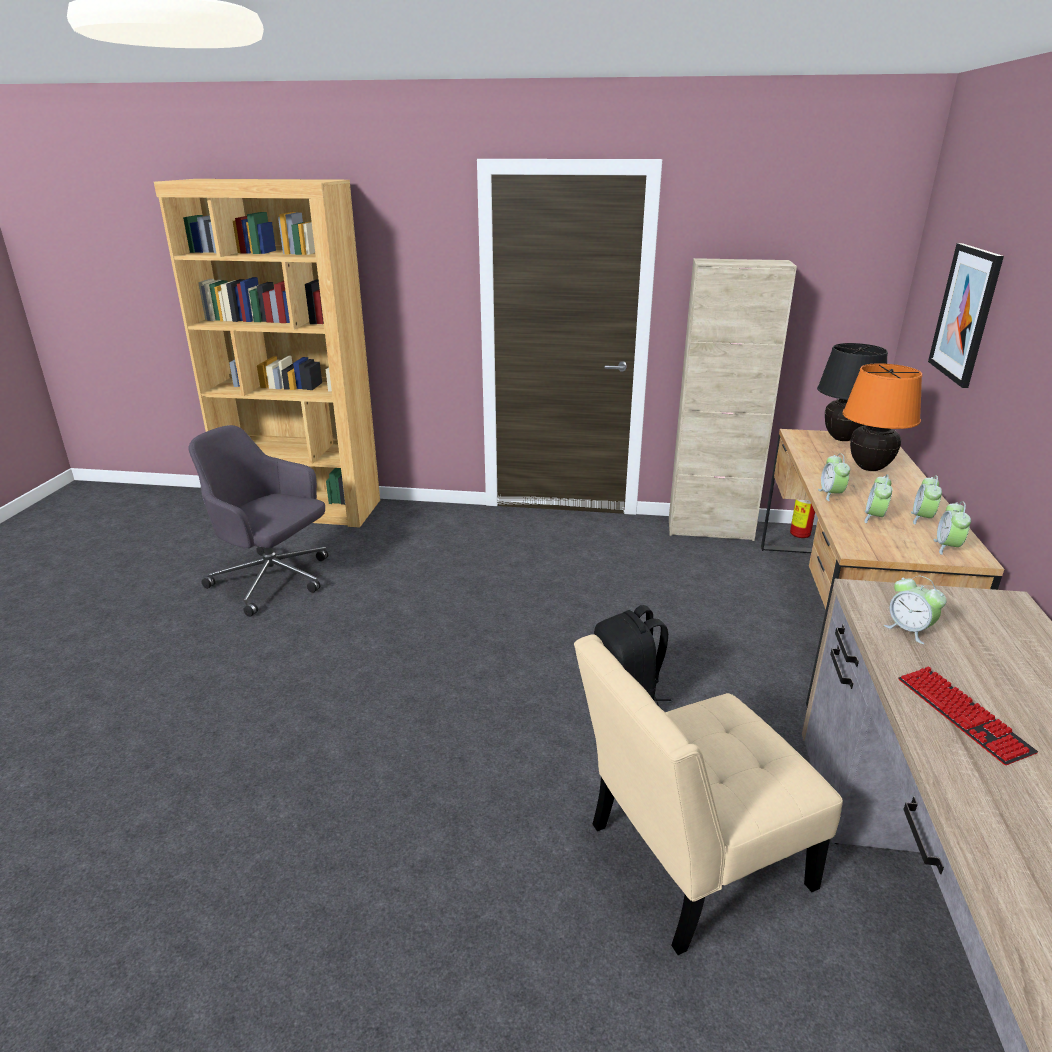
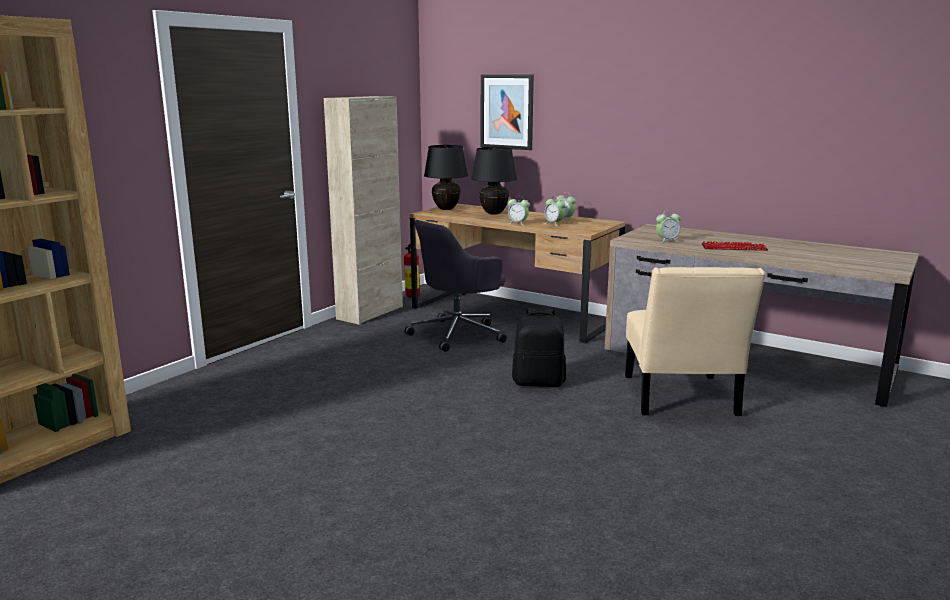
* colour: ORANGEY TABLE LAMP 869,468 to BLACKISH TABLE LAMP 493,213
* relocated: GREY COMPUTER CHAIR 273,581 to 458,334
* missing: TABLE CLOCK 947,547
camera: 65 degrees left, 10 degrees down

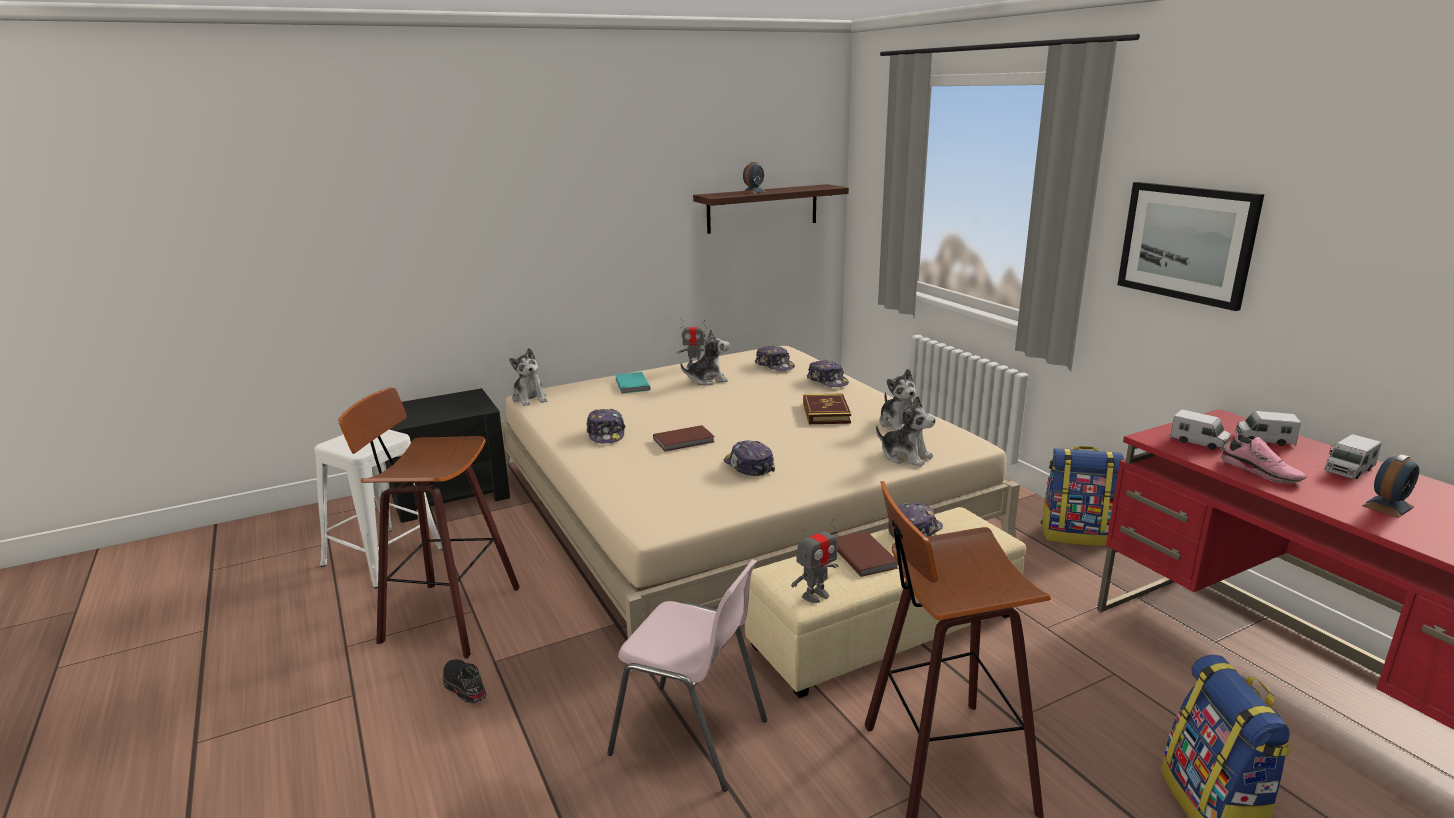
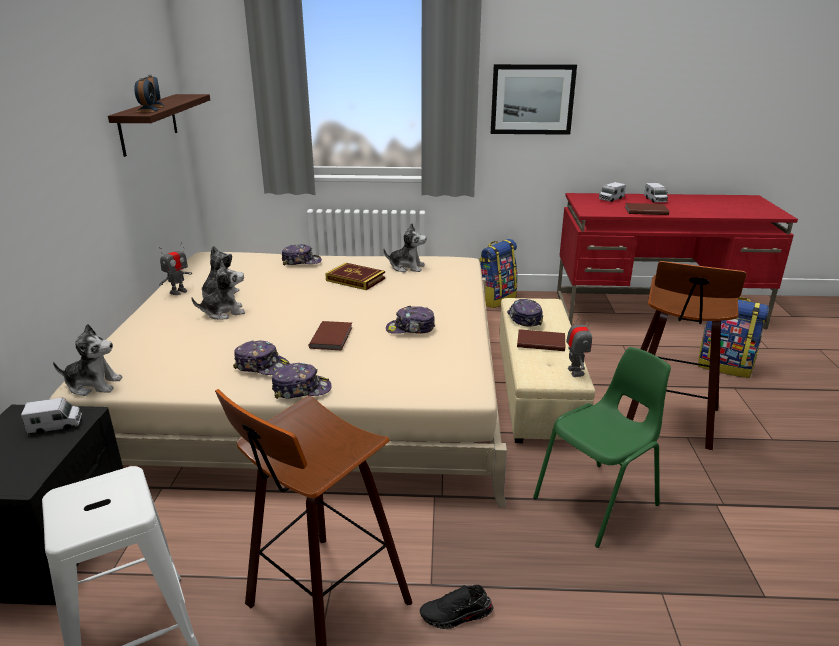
* relocated: BASEBALL CAP 775,365 to 301,389
* missing: TURQUOISE-COLOURED VOLUME 631,385
* relocated: SOFT TOY 905,456 to 223,312
* relocated: TOY LORRY 1199,442 to 55,425
* exchanged: PINK-COLOURED SHOE 1261,472 to BROWNISH VOLUME 645,211
* relocated: TABLE CLOCK 1388,506 to 148,111
* colour: PINK-COLOURED UPRIGHT CHAIR 691,737 to GREENISH UPRIGHT CHAIR 598,502
camera: 60 degrees left, 5 degrees up

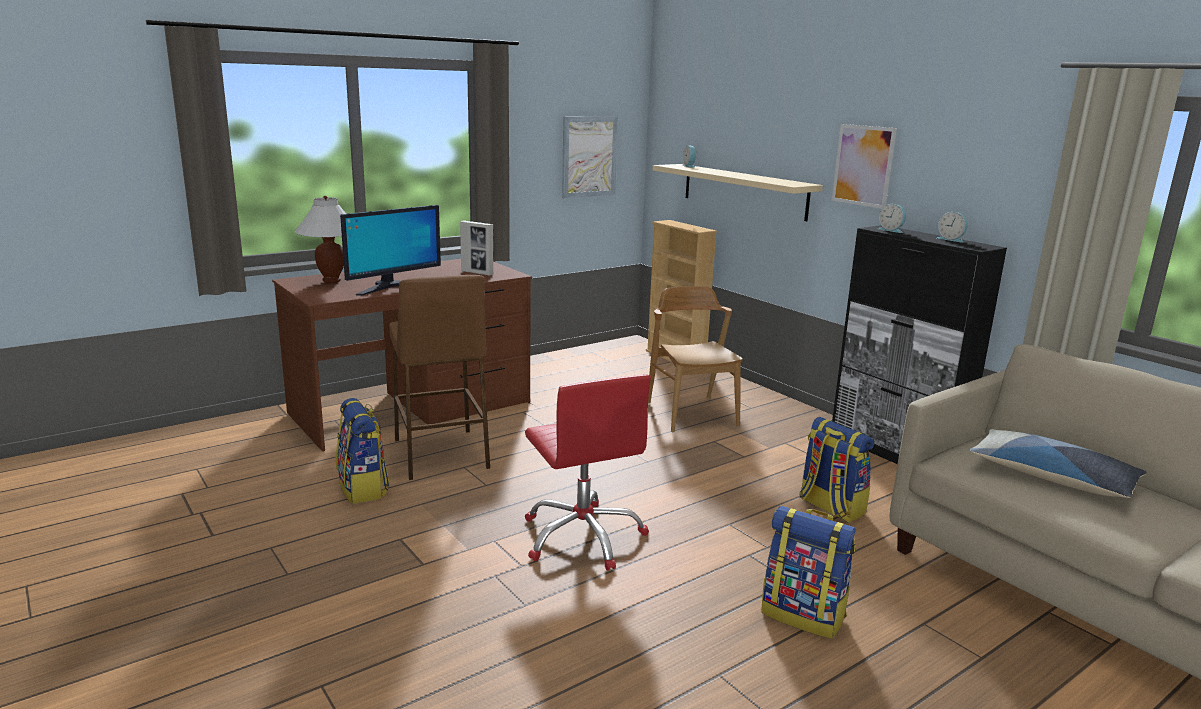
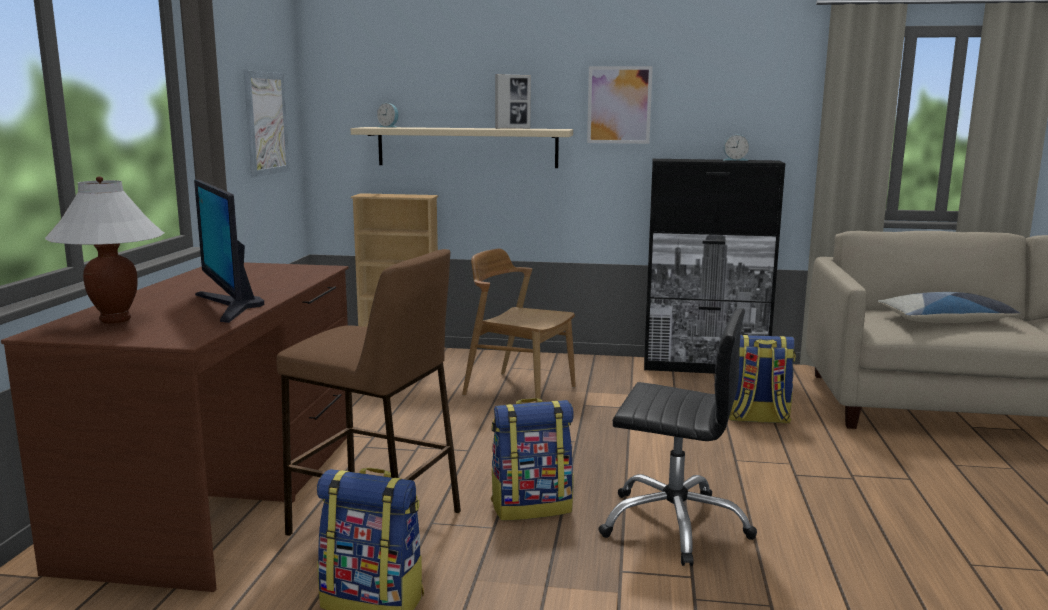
* missing: TABLE CLOCK 891,230
* spun: MONITOR 392,286 = 229,306 150 degrees clockwise
* relocated: PHOTO FRAME 477,273 to 513,128
* colour: REDDISH COMPUTER CHAIR 583,536 to BLACKISH COMPUTER CHAIR 674,524
* relocated: KNAPSACK 803,615 to 532,506
camera: 45 degrees left, 5 degrees down

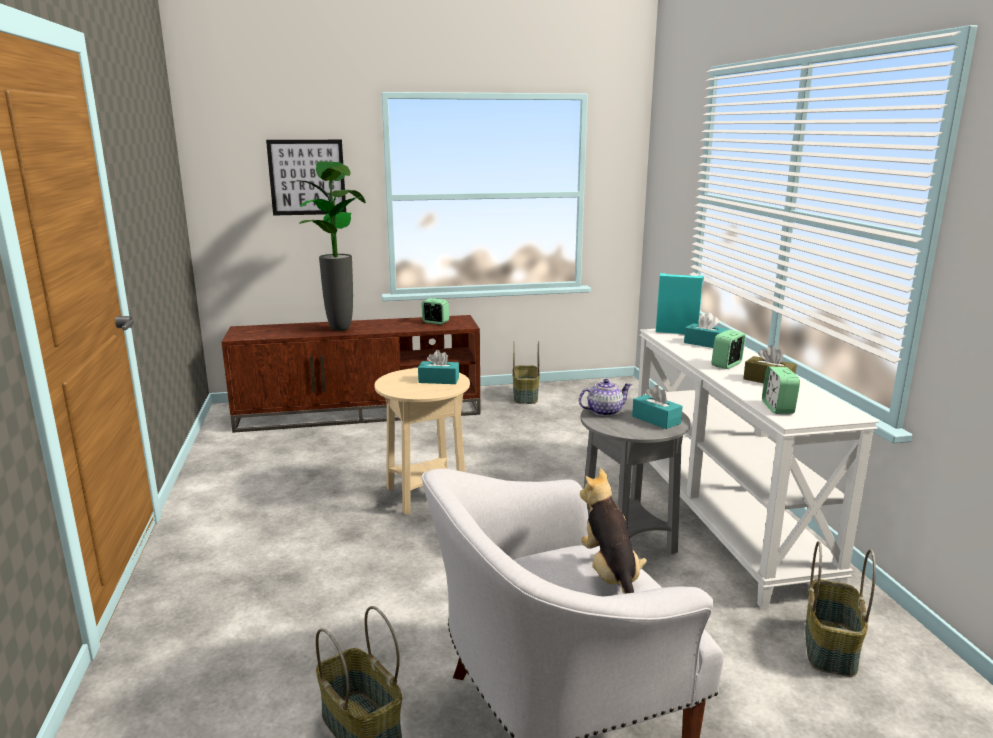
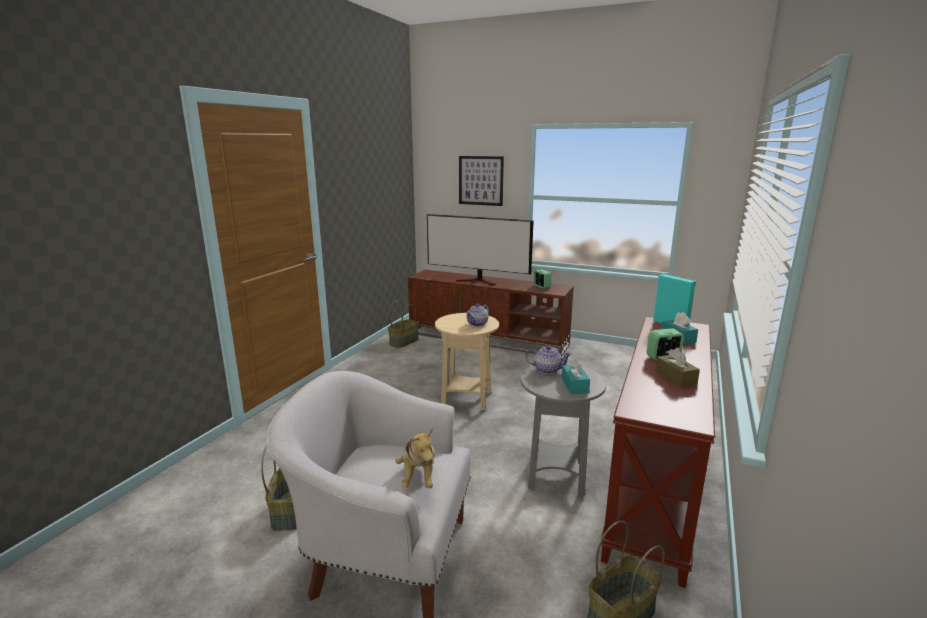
* exchanged: POTTED PLANT 341,329 to TV SET 479,281
* colour: WHITISH CONSOLE TABLE 723,518 to BROWNISH CONSOLE TABLE 655,486
* relocated: STORAGE BASKET 525,396 to 404,342
* exchanged: TURQUOISE-COLOURED TISSUE BOX 438,380 to TEA POT 477,324
* missing: TABLE CLOCK 778,408
* spun: SOFT TOY 611,576 = 418,476 150 degrees clockwise
camera: 35 degrees right, 0 degrees up

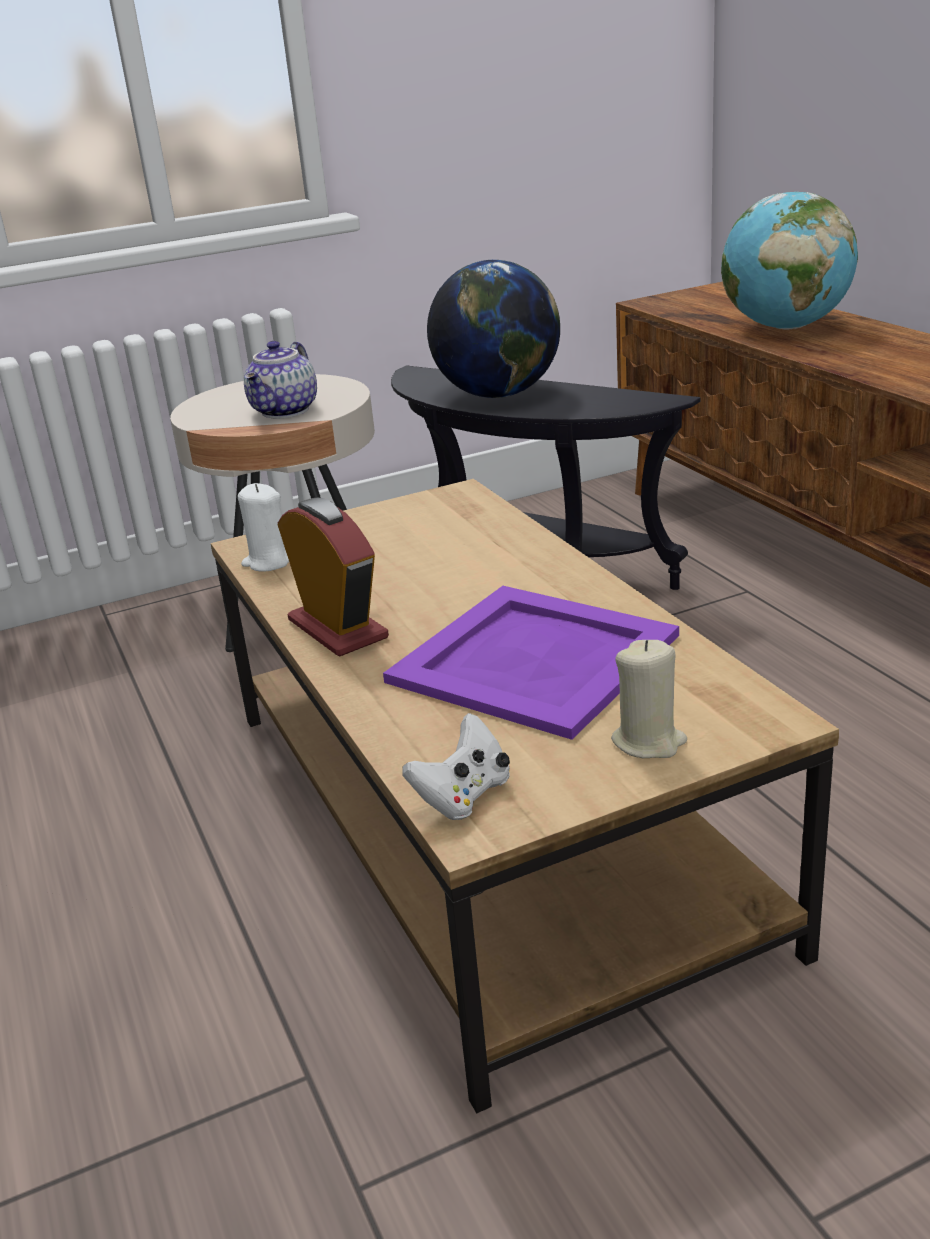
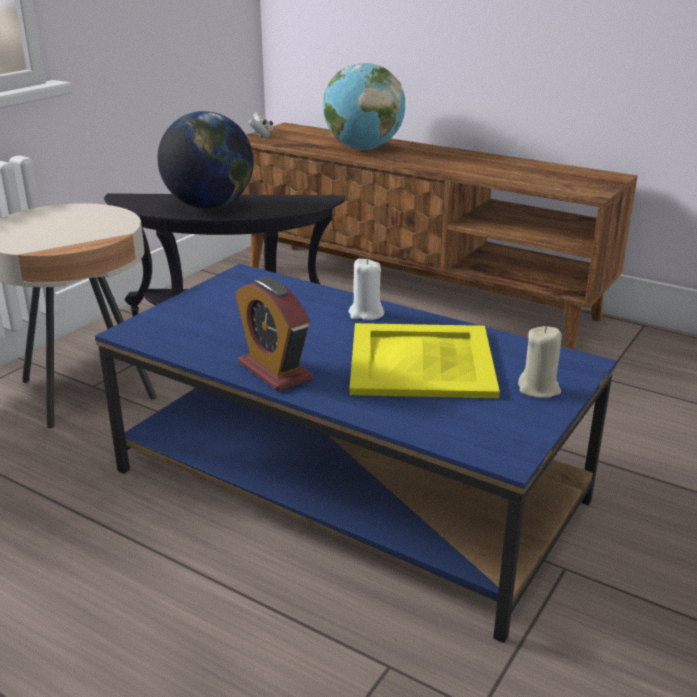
* missing: TEA POT 286,411
* colour: BROWNISH LOUNGE TABLE 481,821 to BLUE-COLOURED LOUNGE TABLE 347,486
* relocated: WHITISH WAX LIGHT 268,562 to 366,314
* spun: TABLE CLOCK 337,629 = 274,371 150 degrees counterclockwise
* colour: PURPLE-COLOURED CARRYING TRAY 531,659 to YELLOW CARRYING TRAY 420,361
* relocated: WHITISH GAMEPAD 463,796 to 261,135
camera: 35 degrees left, 0 degrees up

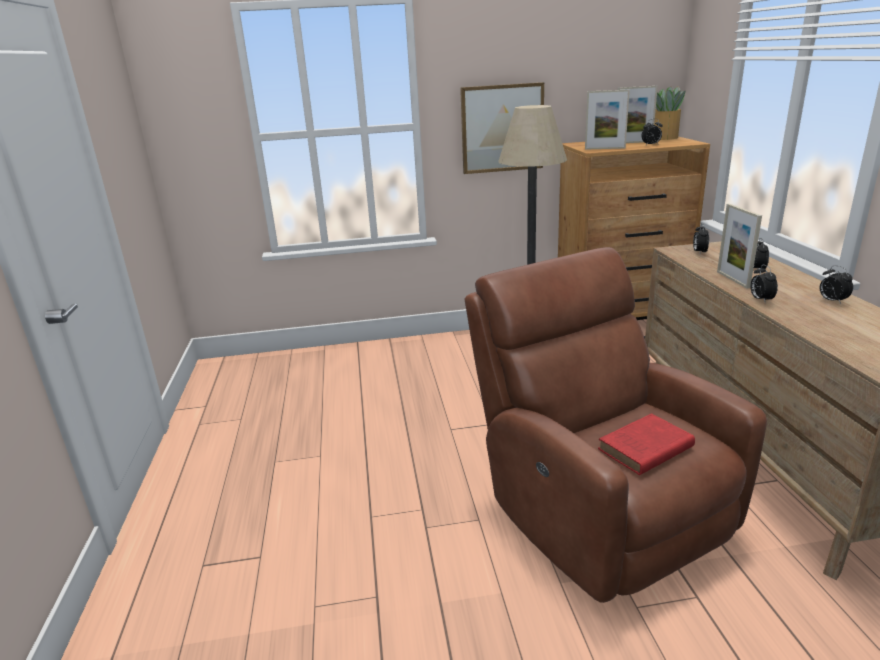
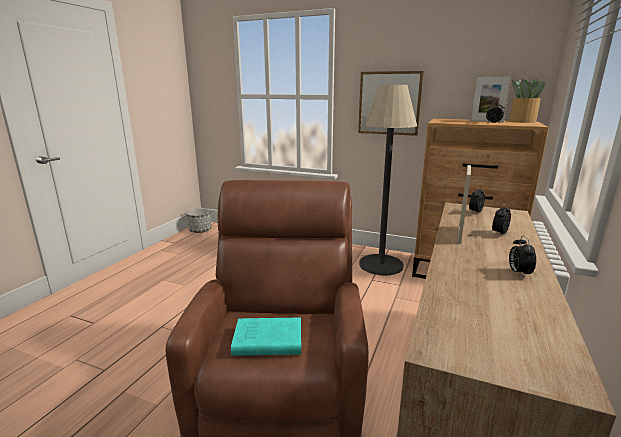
* missing: PHOTO FRAME 605,148
* missing: TABLE CLOCK 760,300
* colour: REDDISH VOLUME 643,449 to TURQUOISE-COLOURED VOLUME 266,340
* appeared: PLANTER 200,230
camera: 30 degrees right, 5 degrees down

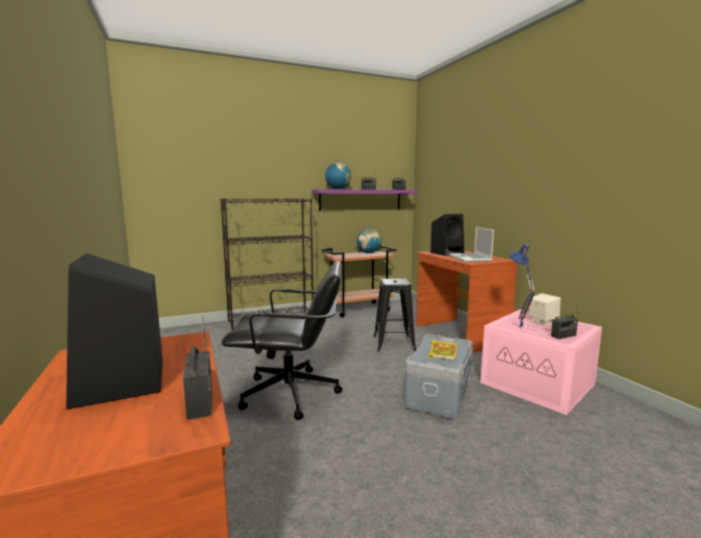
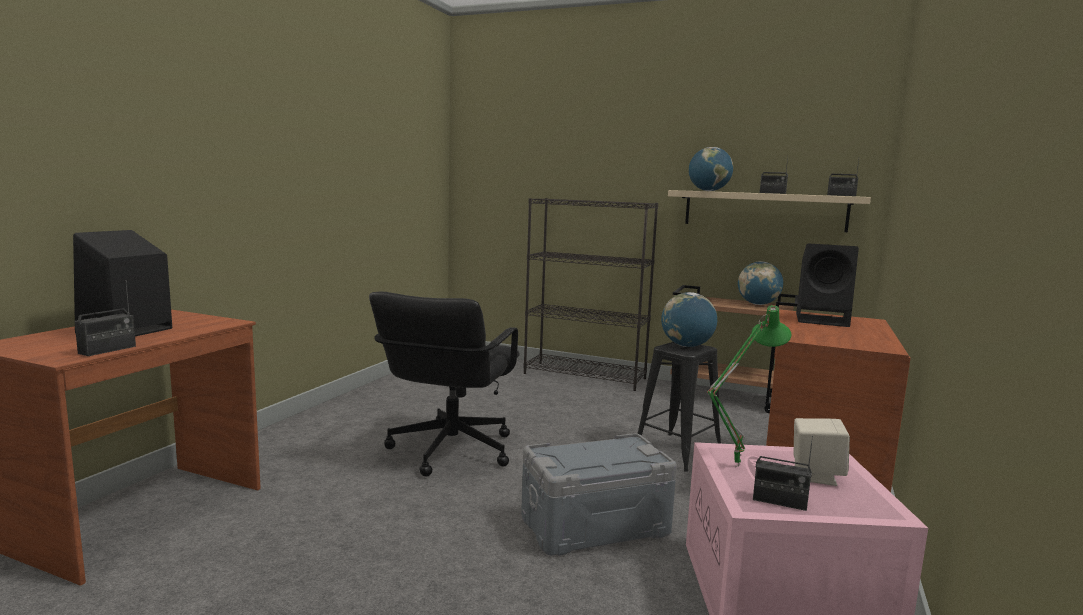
* colour: PURPLE-COLOURED WALL SHELF 360,199 to BEIGE-COLOURED WALL SHELF 764,210
* missing: LAPTOP 470,258
* colour: BLUE-COLOURED TABLE LAMP 519,328 to GREENISH TABLE LAMP 735,465
* spun: BLACKISH COMPUTER CHAIR 291,394 = 450,450 60 degrees clockwise
* missing: VOLUME 442,352
* appeared: GLOBE 686,346
camera: 45 degrees right, 0 degrees up

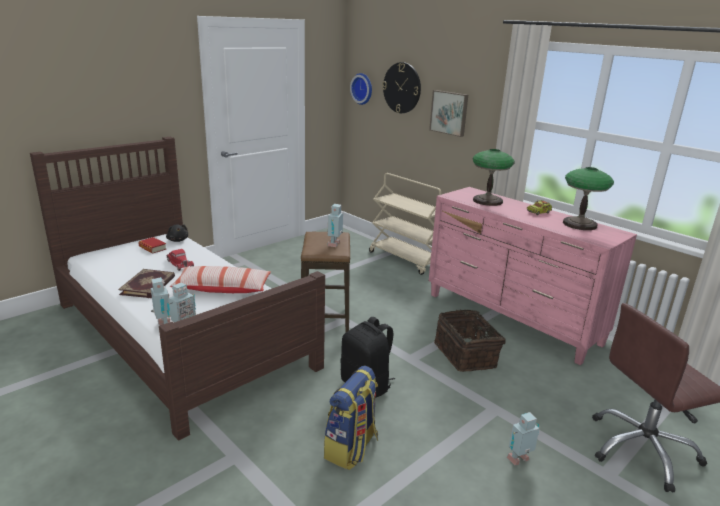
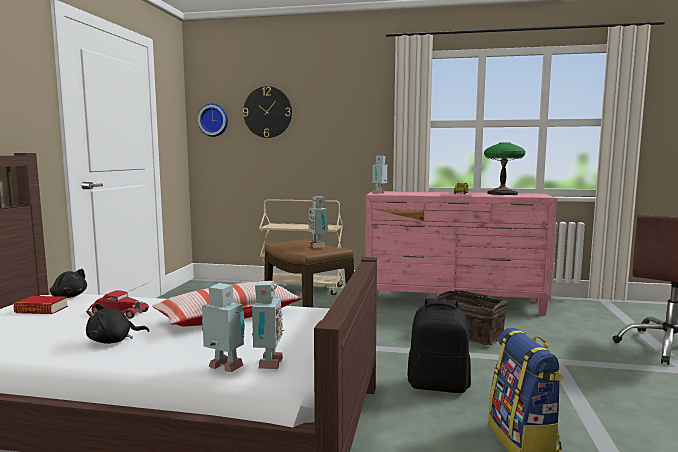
* missing: PICTURE 449,112
* missing: TABLE LAMP 487,201
* exchanged: VOLUME 148,285 to BLACKISH SOFT TOY 113,341
* relocated: ROBOT FIGURE 519,460 to 379,193
camera: 35 degrees left, 15 degrees down

